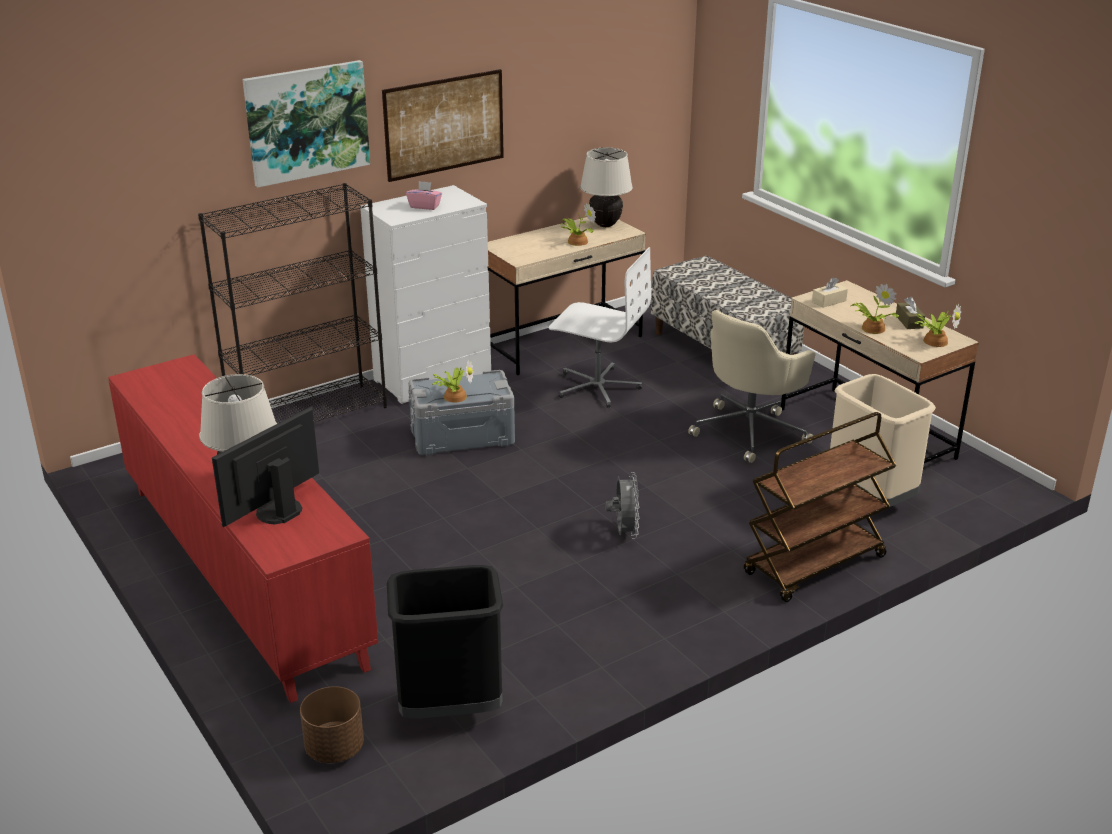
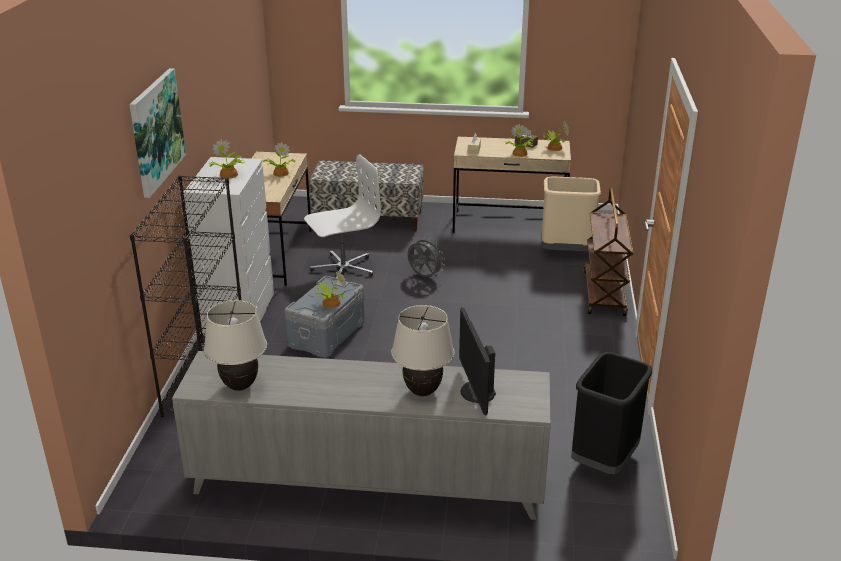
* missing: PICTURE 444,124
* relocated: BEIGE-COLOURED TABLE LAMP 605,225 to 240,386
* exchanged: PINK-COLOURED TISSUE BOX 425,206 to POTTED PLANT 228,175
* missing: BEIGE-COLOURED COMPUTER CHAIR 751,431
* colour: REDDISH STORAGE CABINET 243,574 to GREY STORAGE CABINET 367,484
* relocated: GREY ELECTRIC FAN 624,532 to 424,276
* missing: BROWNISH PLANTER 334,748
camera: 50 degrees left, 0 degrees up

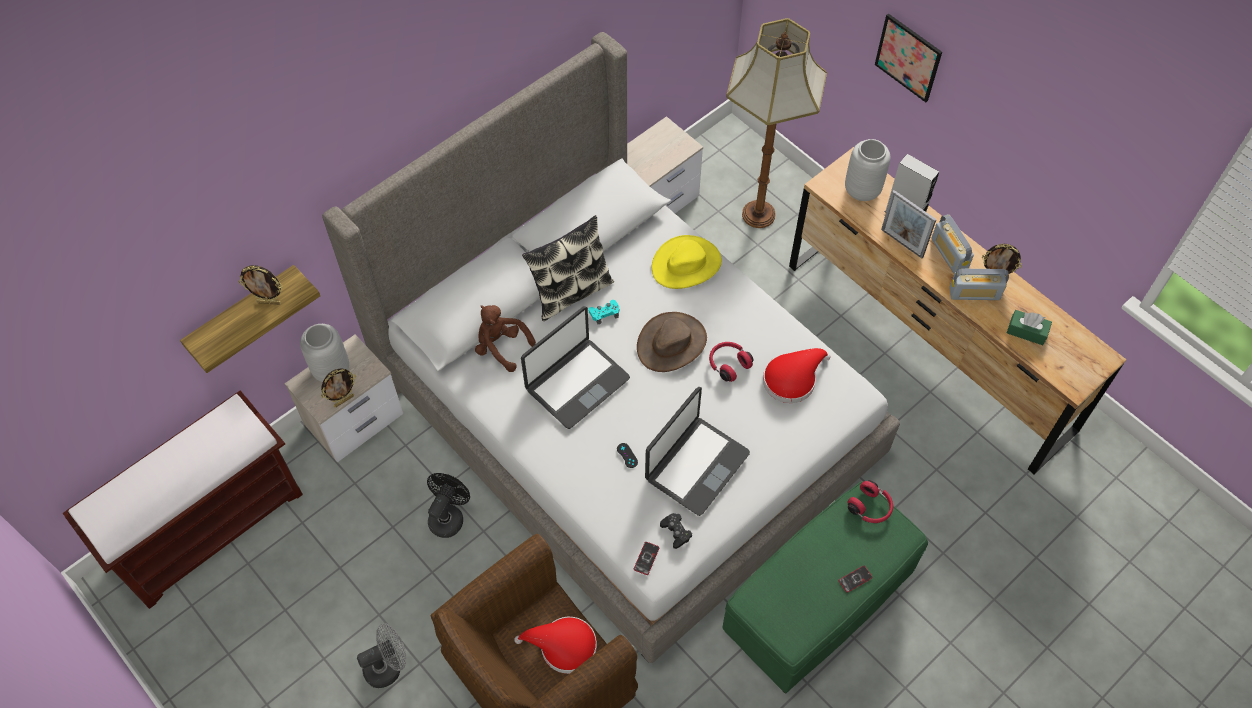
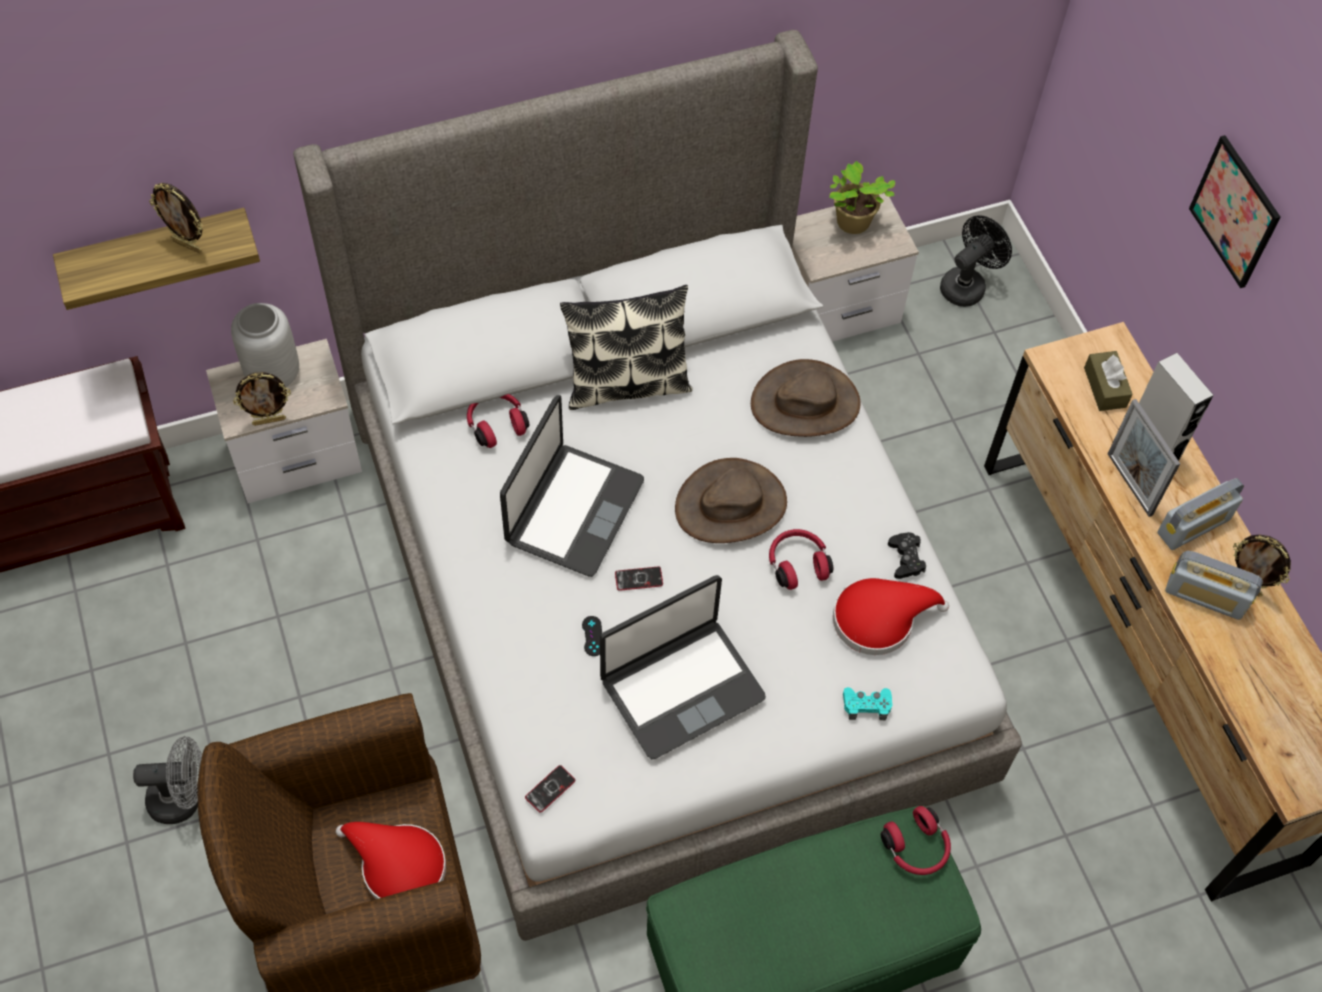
* missing: FLOOR LAMP 758,213
* exchanged: GREY FLOWER VASE 861,190 to BROWNISH TISSUE BOX 1105,387
* spun: RADIO SET 949,254 = 1193,526 120 degrees counterclockwise
* colour: YELLOW CLOTHING HAT 686,264 to BROWNISH CLOTHING HAT 805,403
* relocated: TURQUOISE-COLOURED GAMEPAD 604,313 to 866,705
* exchanged: BROWNISH SOFT TOY 501,347 to REDDISH HEADPHONES 496,424
* spun: LAPTOP 576,383 = 573,510 45 degrees counterclockwise
* missing: GREENISH TISSUE BOX 1027,331
* relocated: BLACKISH ELECTRIC FAN 448,516 to 967,285
* relocated: BLACKISH GAMEPAD 676,532 to 906,559
* relocated: PHONE 855,579 to 638,579
* appeared: POTTED PLANT 852,224
camera: 20 degrees right, 0 degrees up

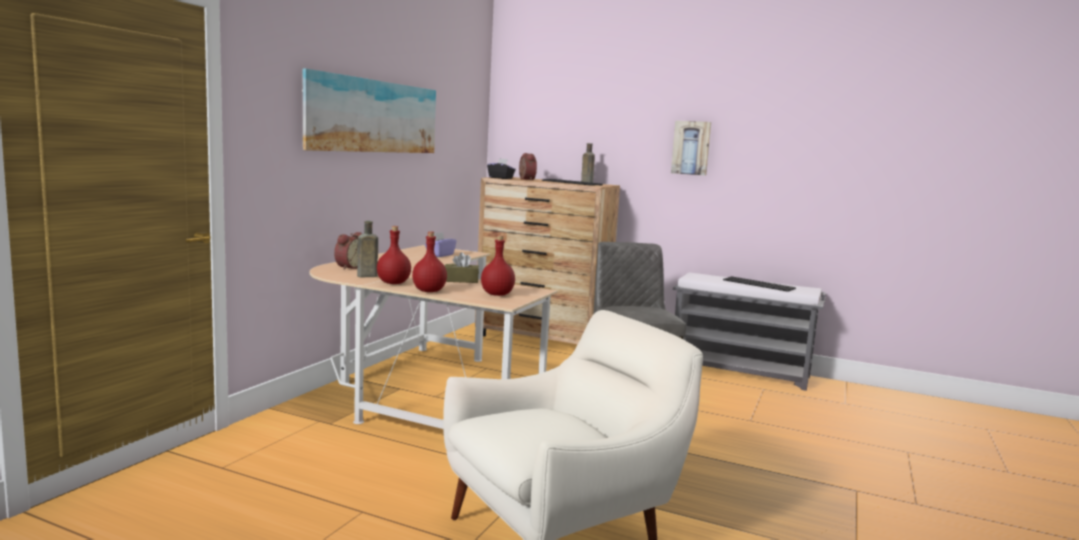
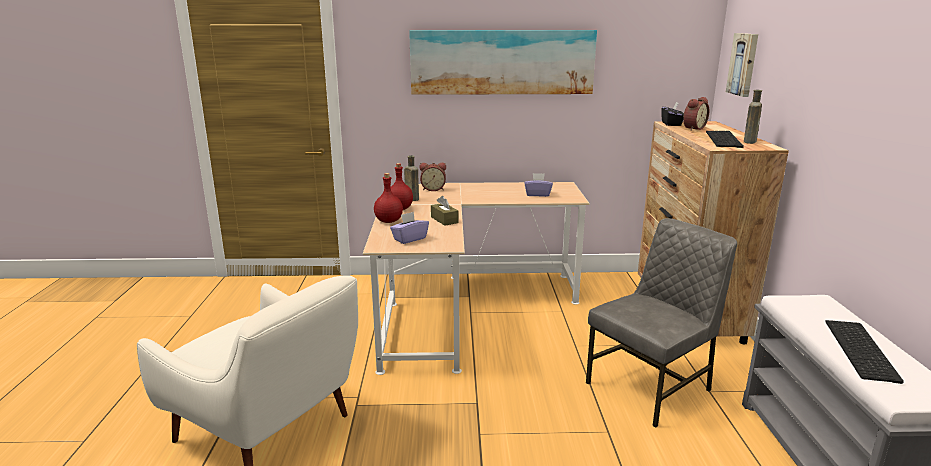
* relocated: PICTURE 691,148 to 744,64
* exchanged: REDDISH BEVERAGE BOTTLE 498,294 to PURPLE-COLOURED TISSUE BOX 409,239
camera: 65 degrees right, 10 degrees up

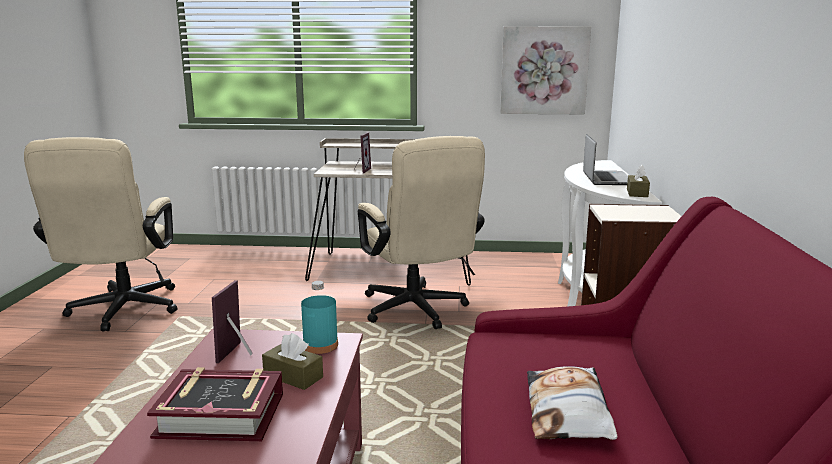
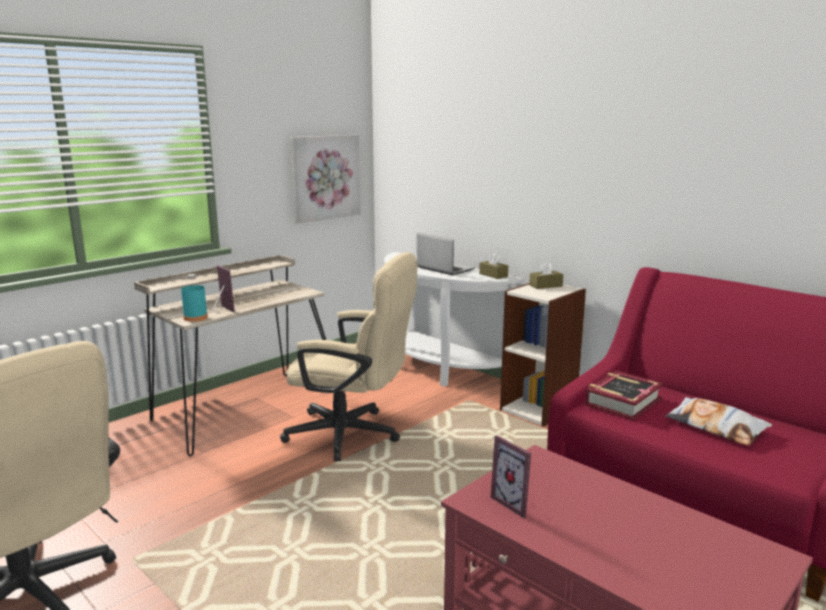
* relocated: TURQUOISE-COLOURED BEVERAGE BOTTLE 320,345 to 195,318
* relocated: BROWNISH TISSUE BOX 293,376 to 545,286
* relocated: VOLUME 221,415 to 622,402
camera: 50 degrees left, 0 degrees up

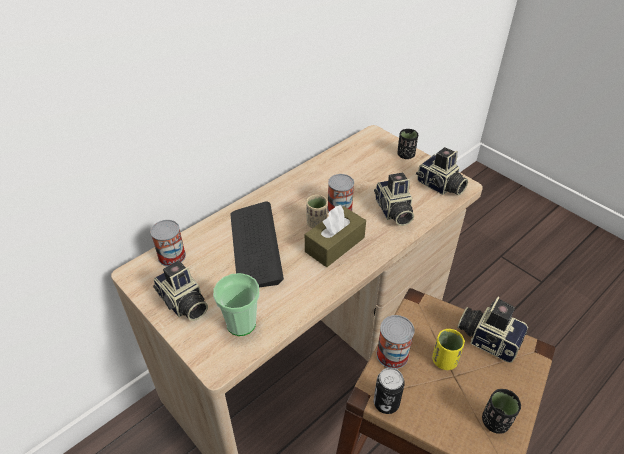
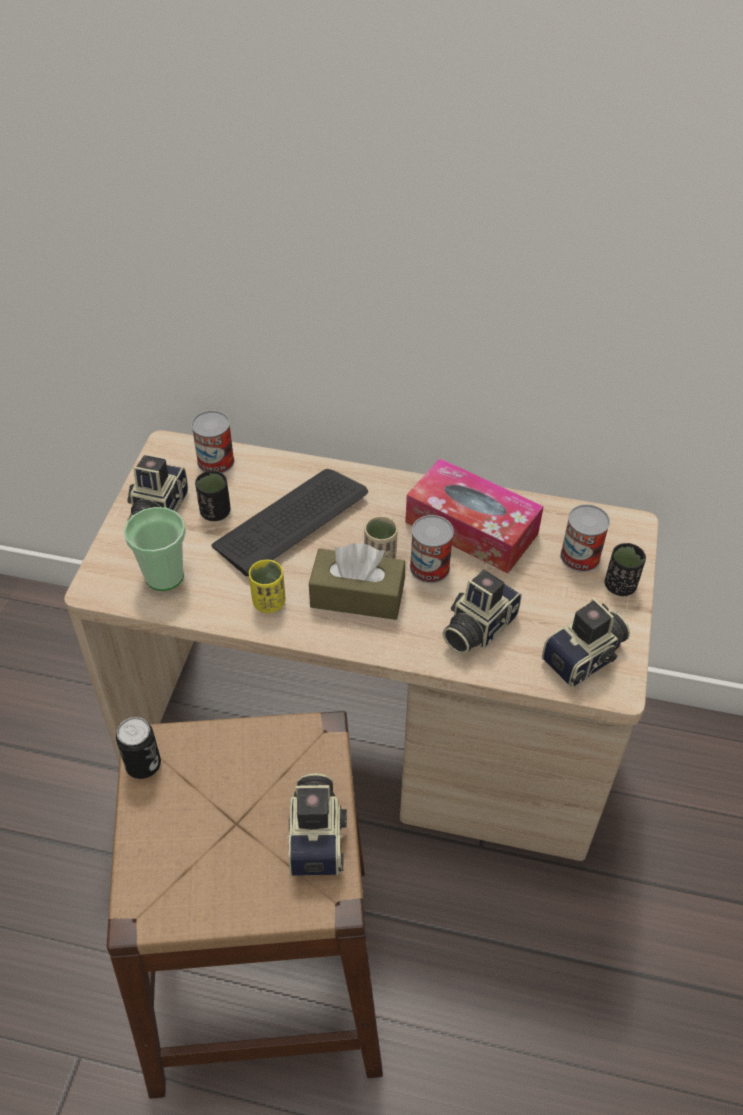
* spun: PHOTO CAMERA 440,186 = 586,658 135 degrees counterclockwise
* relocated: CAN 392,354 to 580,556
* relocated: YELLOW SMALL CUP 444,360 to 269,602
* relocated: BLACKISH SMALL CUP 495,421 to 215,512
* appeared: TISSUE BOX 471,528
camera: 55 degrees right, 5 degrees up

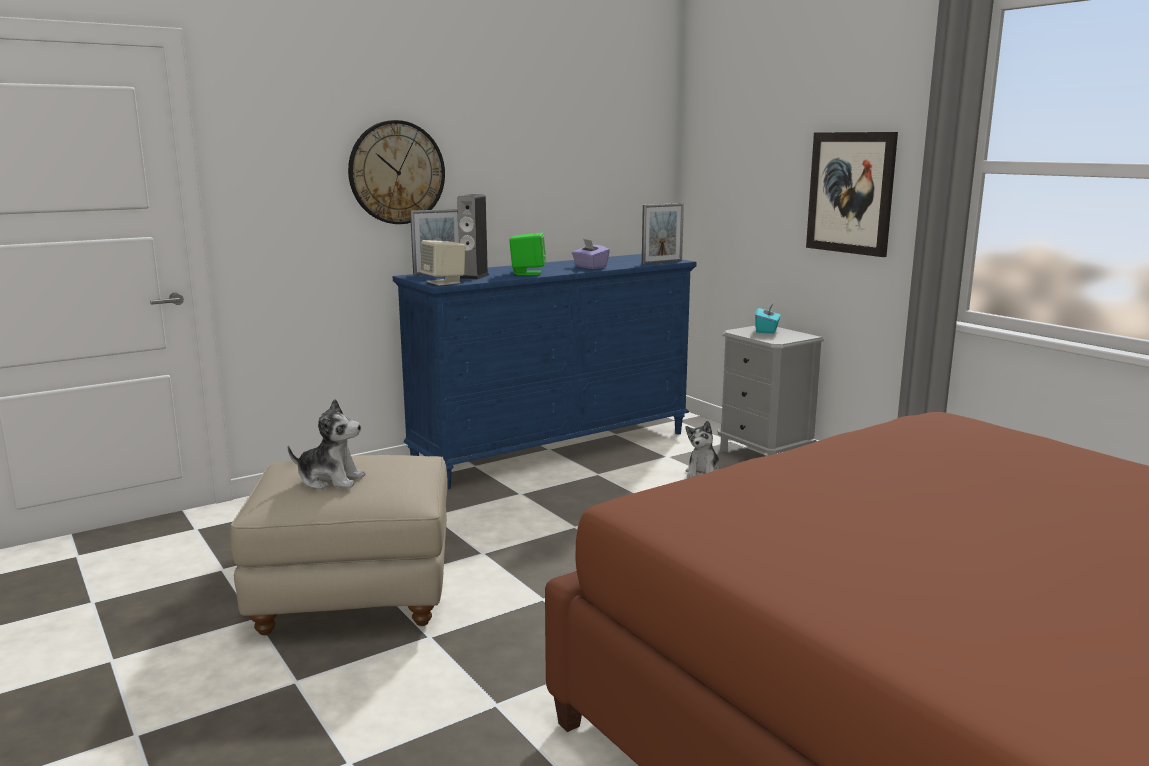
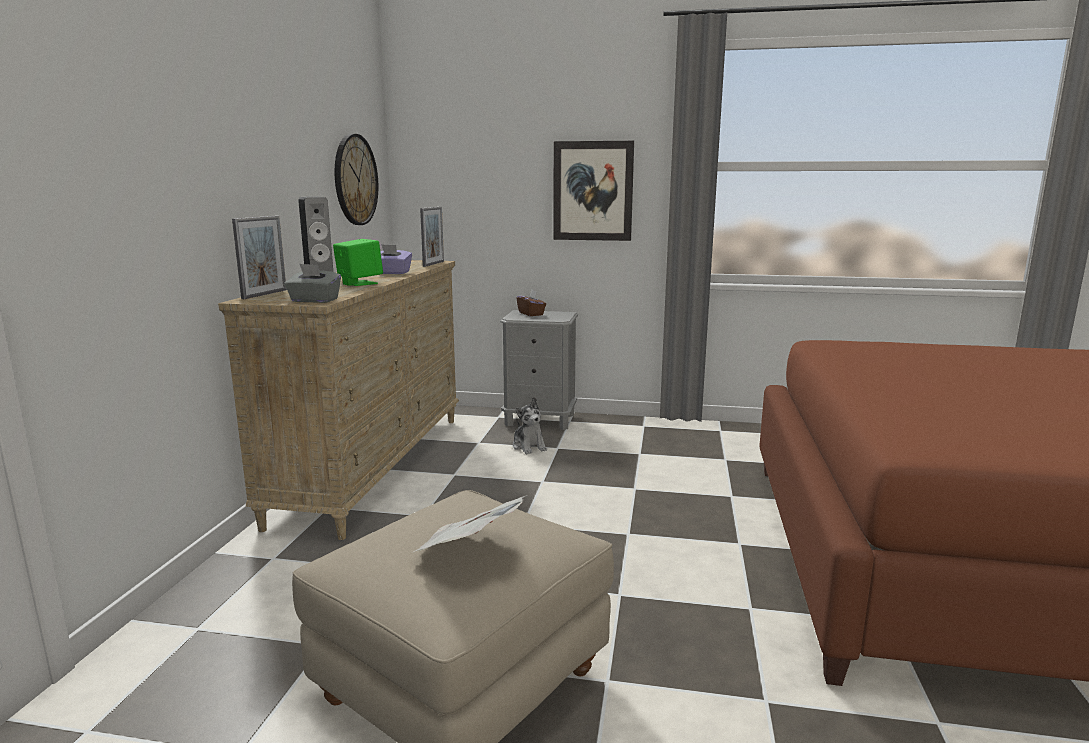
* relocated: WALL CLOCK 396,172 to 355,180
* exchanged: BEIGE-COLOURED AUDIO SPEAKER 444,282 to GREY TISSUE BOX 314,300
* colour: BLUE-COLOURED CHEST OF DRAWERS 555,448 to BEIGE-COLOURED CHEST OF DRAWERS 375,466
* colour: TURQUOISE-COLOURED TISSUE BOX 767,330 to BROWNISH TISSUE BOX 531,314
* exchanged: SOFT TOY 330,480 to PRINTED PAPER 470,552
camera: 45 degrees left, 0 degrees up

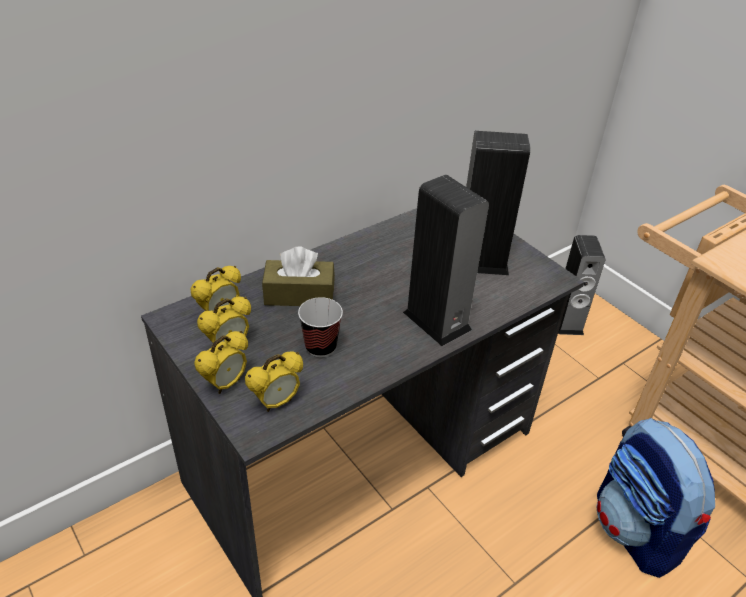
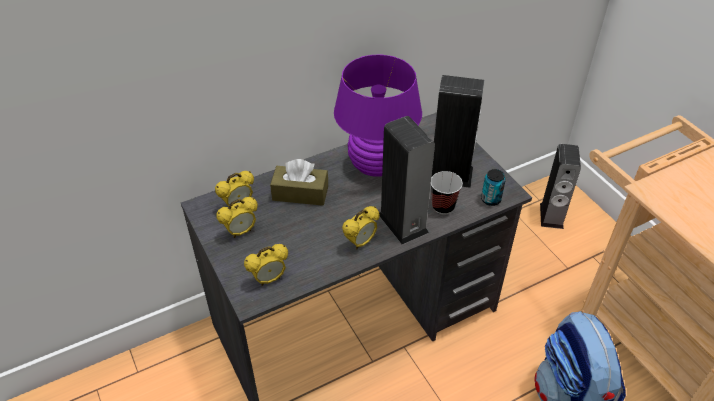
* relocated: SMALL CUP 320,347 to 443,206
* relocated: TABLE CLOCK 226,384 to 360,242
* appeared: PURPLE-COLOURED TABLE LAMP 376,165
* appeared: CAN 491,199
camera: 10 degrees right, 5 degrees up

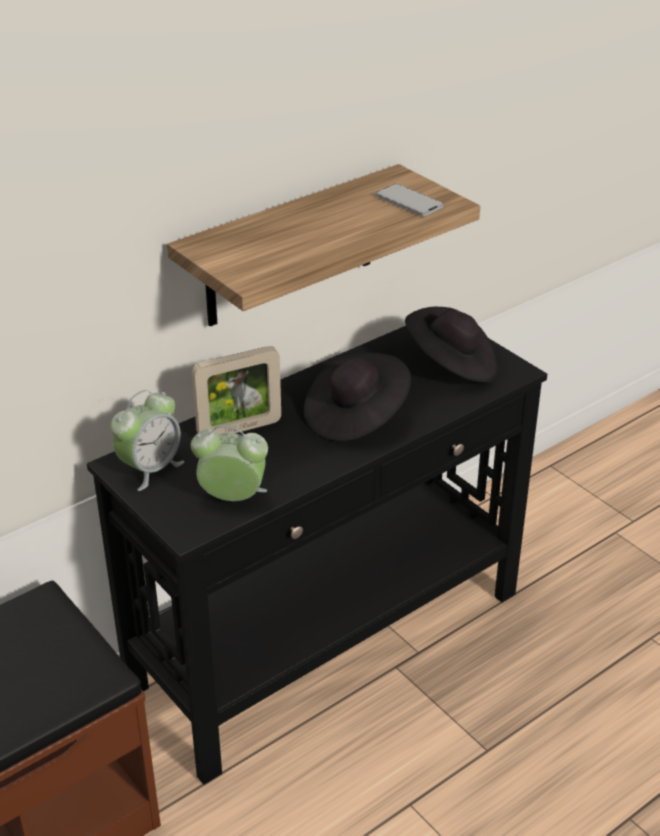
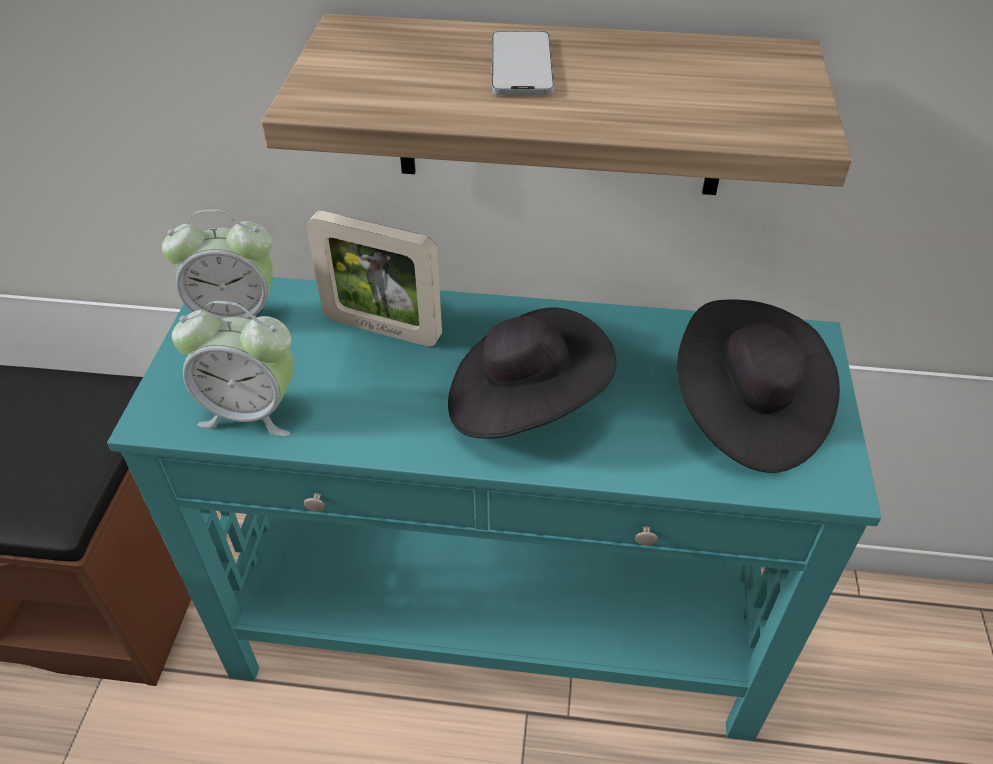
* relocated: PHONE 409,202 to 521,66
* colour: BLACKISH CONSOLE TABLE 331,640 to TURQUOISE-COLOURED CONSOLE TABLE 499,626
* spun: TABLE CLOCK 233,498 = 251,411 135 degrees clockwise
camera: 45 degrees right, 10 degrees up

